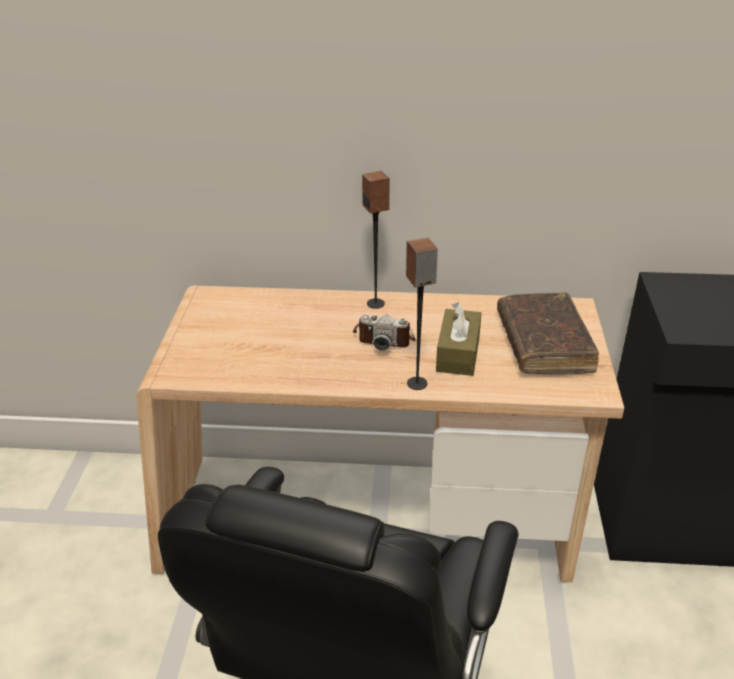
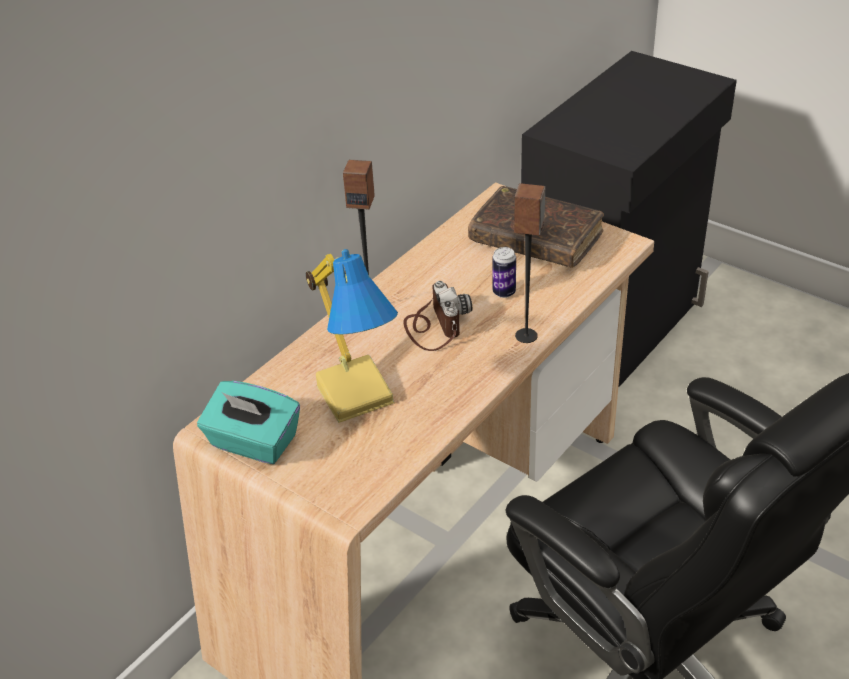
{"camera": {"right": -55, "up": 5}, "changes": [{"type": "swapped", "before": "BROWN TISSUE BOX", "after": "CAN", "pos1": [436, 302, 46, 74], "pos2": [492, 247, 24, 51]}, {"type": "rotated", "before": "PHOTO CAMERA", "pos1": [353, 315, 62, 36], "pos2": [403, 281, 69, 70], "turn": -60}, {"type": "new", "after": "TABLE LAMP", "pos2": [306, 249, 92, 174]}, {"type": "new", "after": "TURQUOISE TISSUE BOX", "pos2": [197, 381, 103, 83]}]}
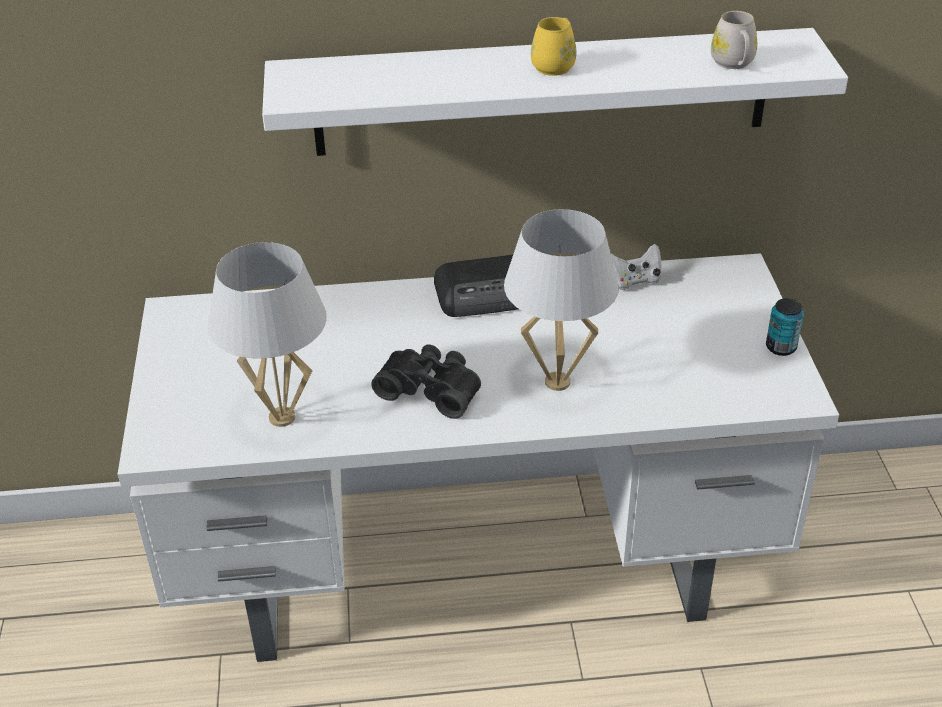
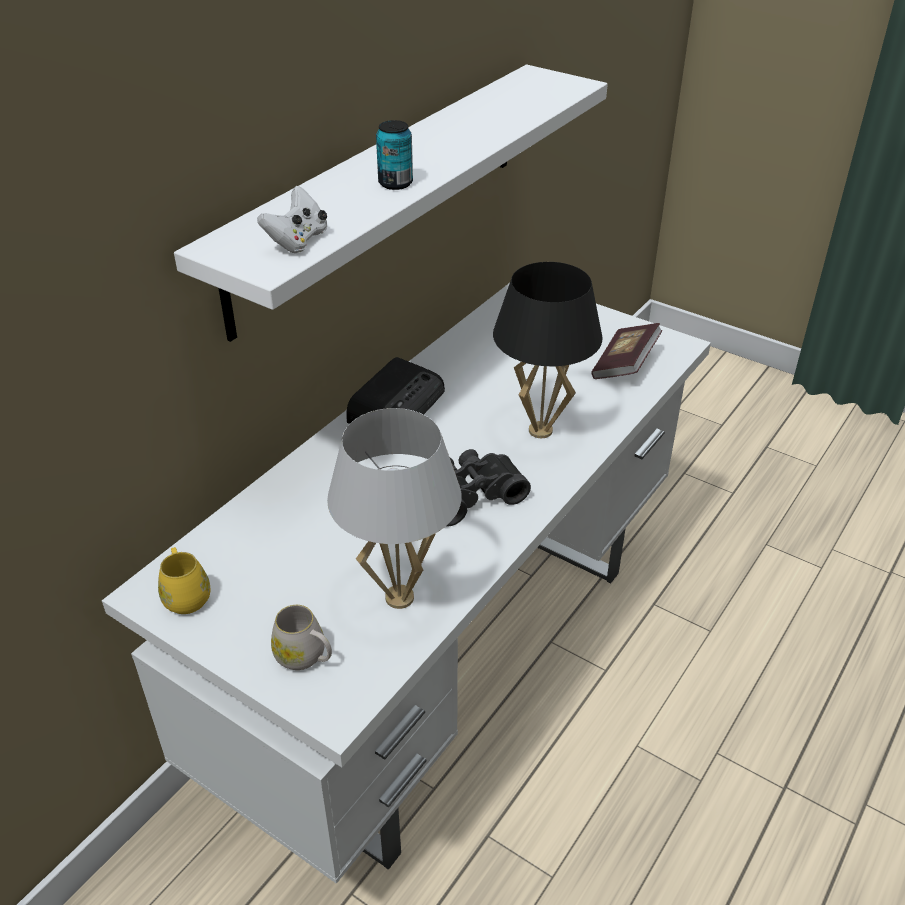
{"camera": {"right": -50, "up": 0}, "changes": [{"type": "shifted", "before": "WHITE MUG", "pos1": [711, 11, 46, 58], "pos2": [271, 605, 61, 65]}, {"type": "shifted", "before": "YELLOW MUG", "pos1": [531, 17, 45, 59], "pos2": [158, 547, 52, 67]}, {"type": "repainted", "before": "WHITE TABLE LAMP", "after": "BLACK TABLE LAMP", "pos1": [504, 209, 115, 182], "pos2": [493, 262, 110, 176]}, {"type": "shifted", "before": "WHITE GAME CONTROLLER", "pos1": [611, 244, 51, 46], "pos2": [257, 186, 70, 67]}, {"type": "shifted", "before": "CAN", "pos1": [766, 298, 38, 58], "pos2": [376, 120, 37, 70]}, {"type": "new", "after": "BOOK", "pos2": [591, 323, 71, 56]}]}
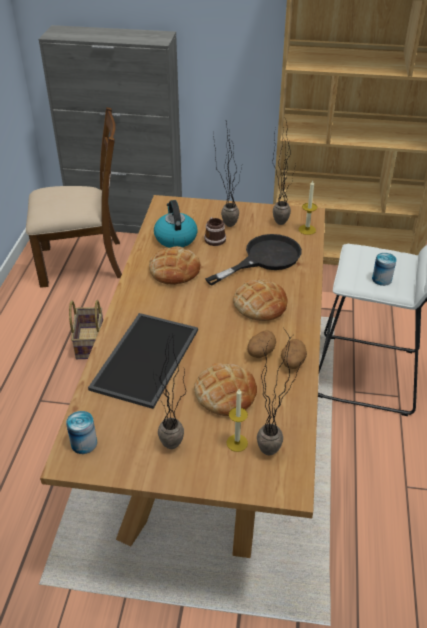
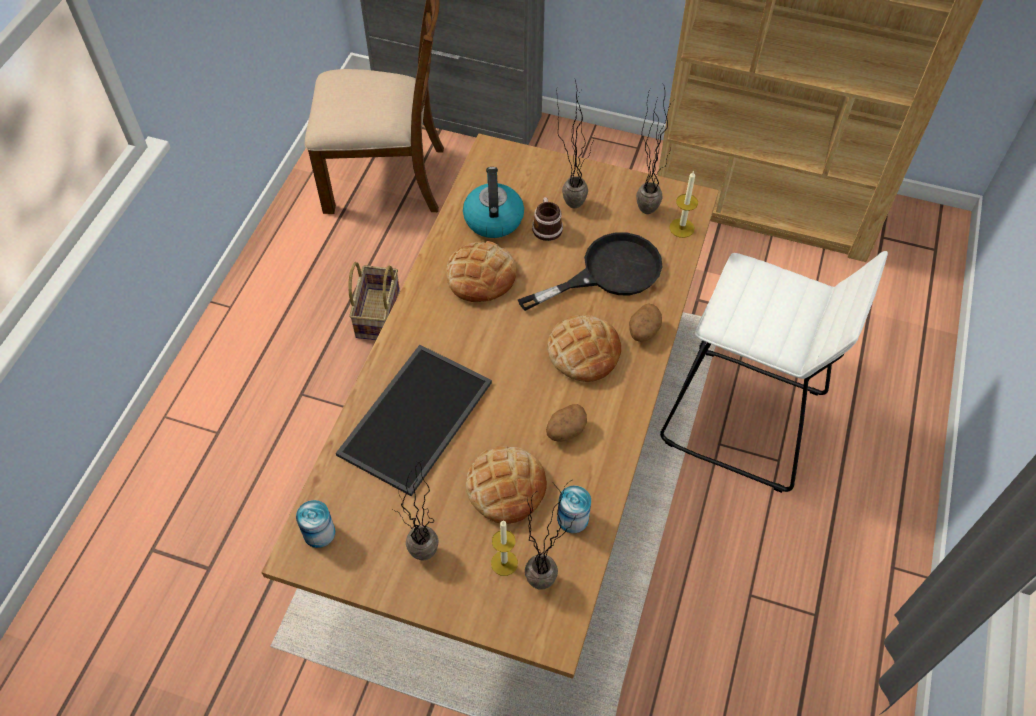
{"camera": {"right": 10, "up": 15}, "changes": [{"type": "shifted", "before": "CAN", "pos1": [372, 253, 24, 33], "pos2": [557, 486, 34, 47]}, {"type": "shifted", "before": "POTATO", "pos1": [281, 339, 26, 30], "pos2": [629, 303, 33, 39]}]}
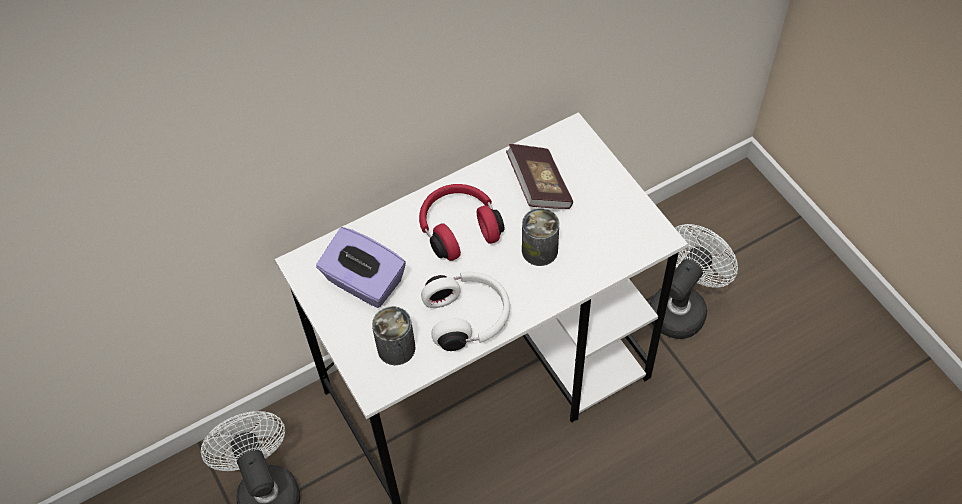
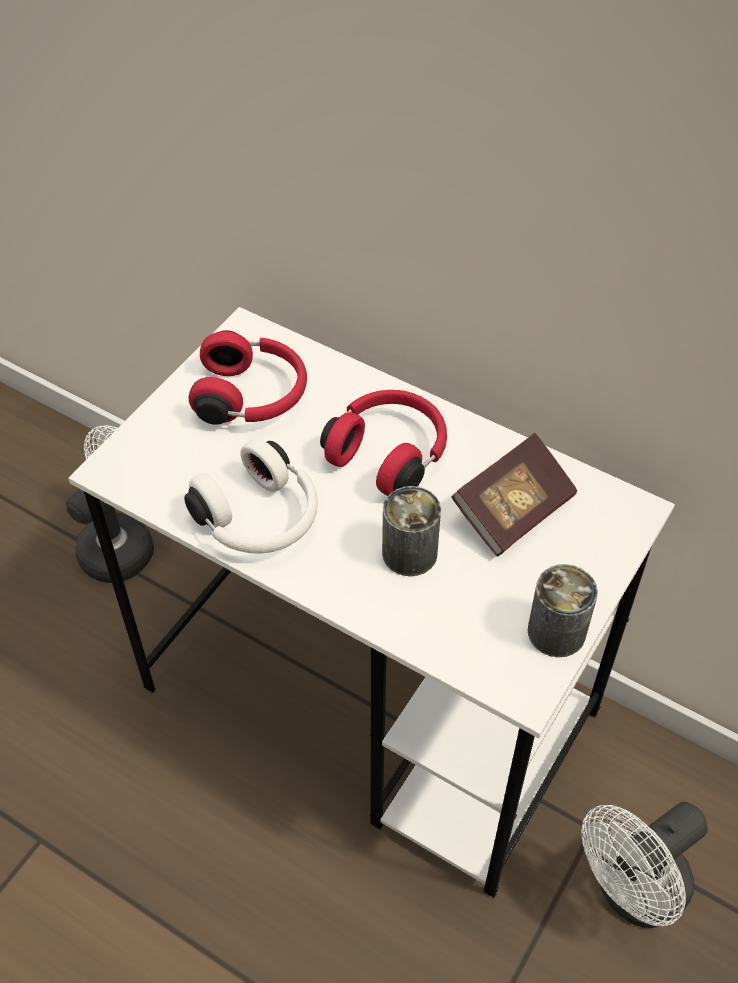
{"camera": {"right": 60, "up": -5}, "changes": [{"type": "rotated", "before": "WHITE FAN", "pos1": [649, 224, 89, 115], "pos2": [581, 802, 127, 126], "turn": 135}, {"type": "swapped", "before": "PURPLE TISSUE BOX", "after": "RED HEADPHONES", "pos1": [316, 227, 90, 81], "pos2": [189, 330, 118, 95]}, {"type": "shifted", "before": "CAN", "pos1": [372, 306, 44, 59], "pos2": [528, 564, 70, 93]}]}
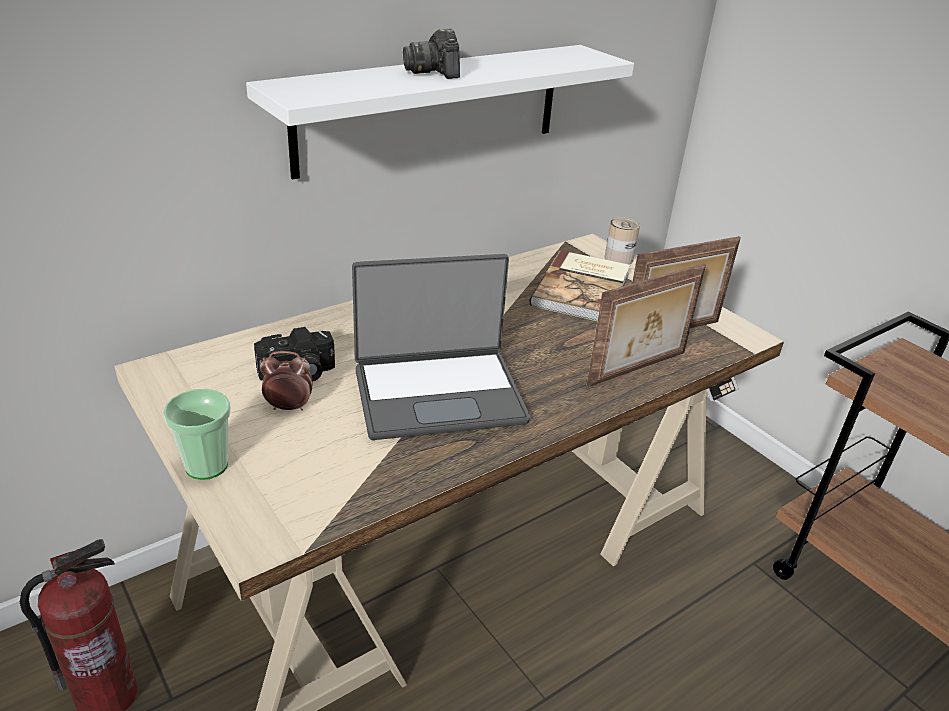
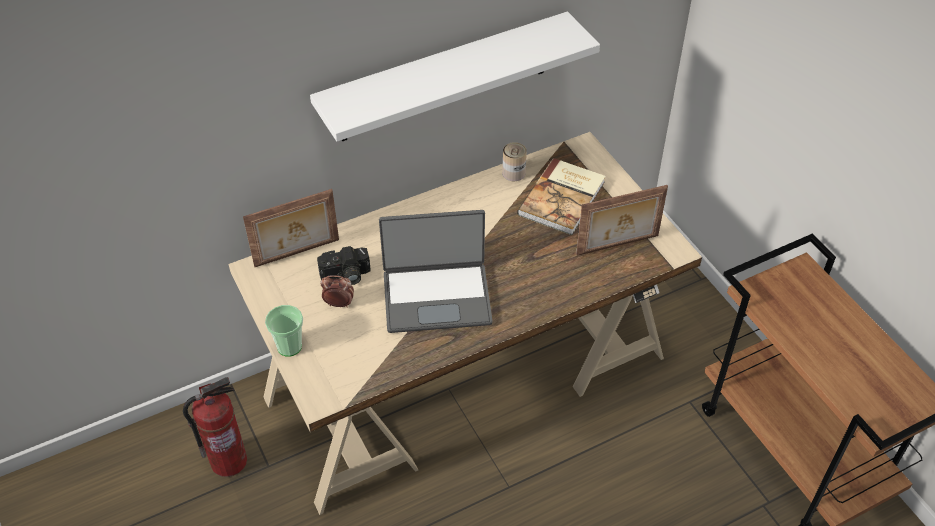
{"camera": {"right": 10, "up": 15}, "changes": [{"type": "gone", "before": "PHOTO CAMERA", "pos1": [403, 28, 57, 51]}, {"type": "shifted", "before": "CAN", "pos1": [605, 218, 35, 47], "pos2": [502, 142, 25, 39]}, {"type": "shifted", "before": "PICTURE FRAME", "pos1": [586, 263, 120, 124], "pos2": [243, 189, 96, 78]}]}
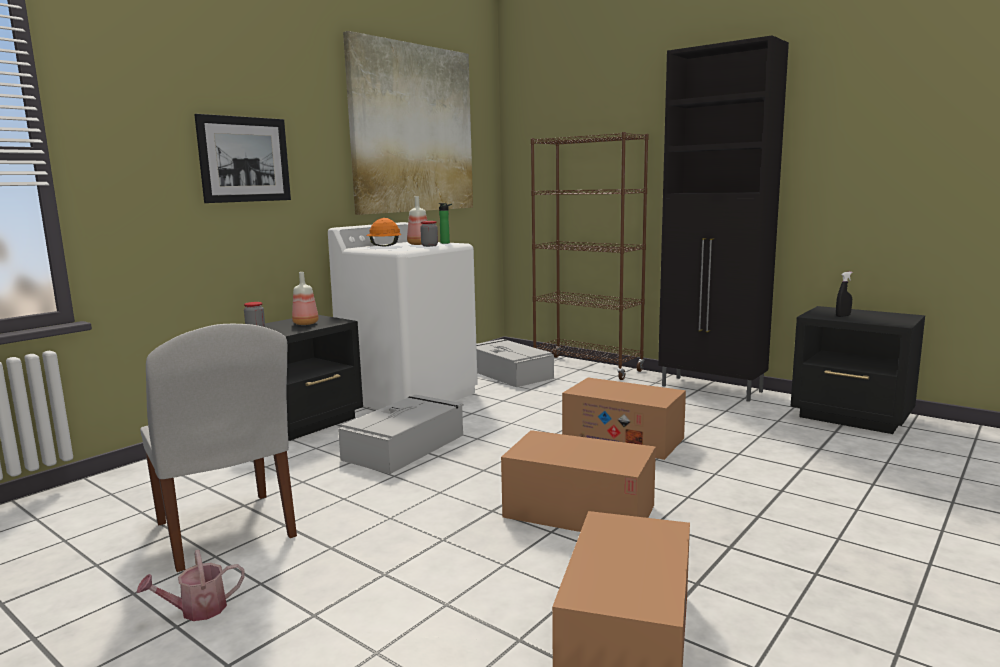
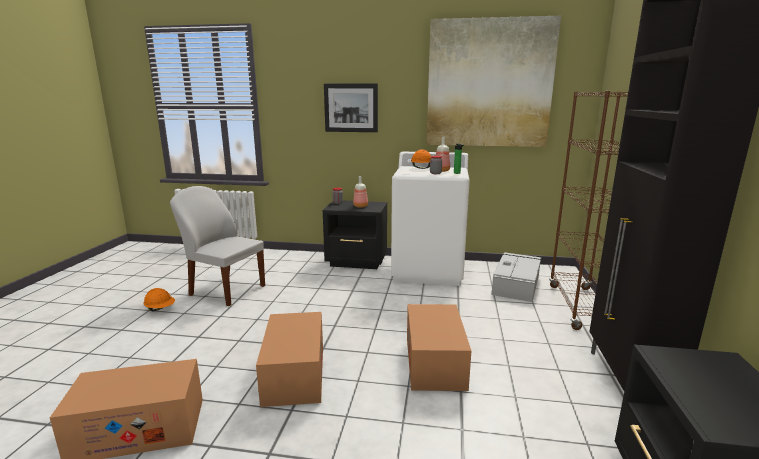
{"camera": {"right": 60, "up": 5}, "changes": [{"type": "gone", "before": "BLACK SPRAY BOTTLE", "pos1": [836, 272, 17, 45]}, {"type": "rotated", "before": "WHITE CHAIR", "pos1": [140, 324, 157, 248], "pos2": [170, 186, 95, 120], "turn": 90}, {"type": "gone", "before": "GREY STORAGE BOX", "pos1": [338, 395, 125, 79]}, {"type": "swapped", "before": "WATERING CAN", "after": "ORANGE HARD HAT", "pos1": [137, 550, 108, 71], "pos2": [143, 288, 32, 23]}]}
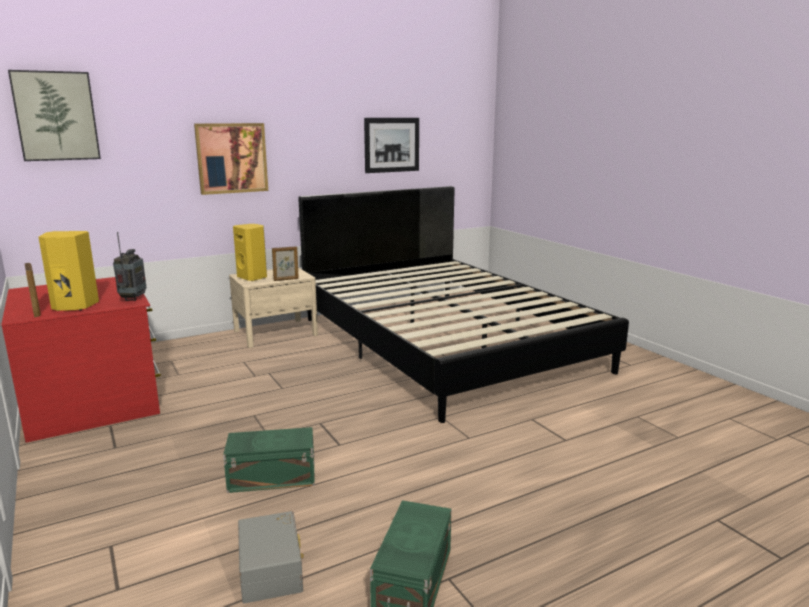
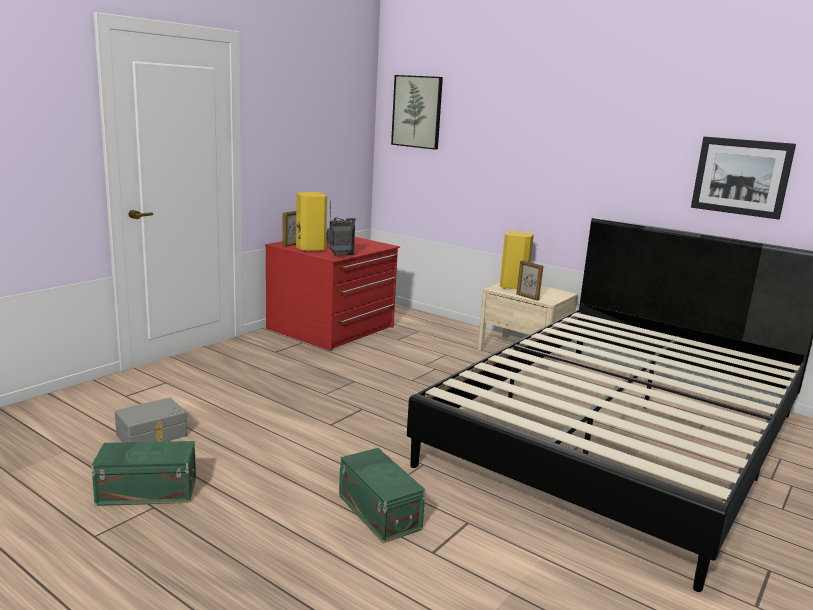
{"camera": {"right": 65, "up": 0}, "changes": [{"type": "gone", "before": "PICTURE", "pos1": [194, 123, 74, 72]}, {"type": "shifted", "before": "GREEN STORAGE BOX", "pos1": [223, 427, 92, 66], "pos2": [339, 448, 87, 95]}]}
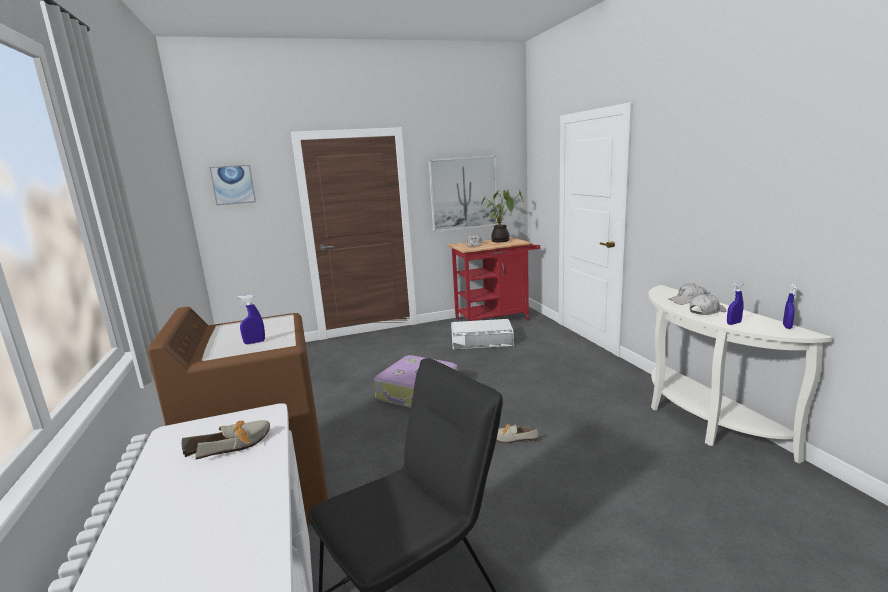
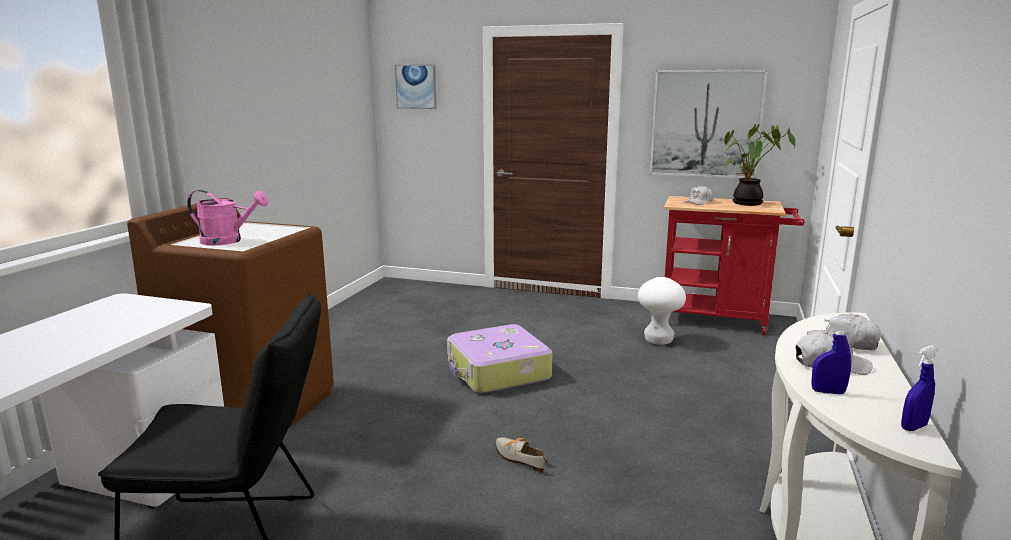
{"camera": {"right": 35, "up": 0}, "changes": [{"type": "swapped", "before": "BLUE SPRAY BOTTLE", "after": "PINK WATERING CAN", "pos1": [237, 294, 28, 50], "pos2": [187, 190, 81, 55]}, {"type": "swapped", "before": "WHITE STORAGE BOX", "after": "WHITE STOOL", "pos1": [451, 319, 63, 30], "pos2": [638, 277, 48, 68]}, {"type": "gone", "before": "SHOE", "pos1": [182, 420, 88, 40]}]}
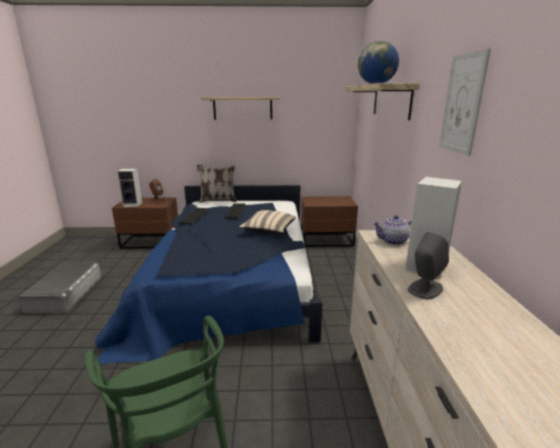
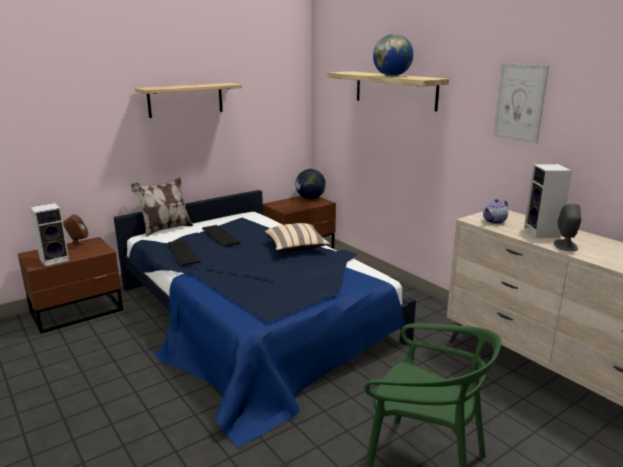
{"camera": {"right": -35, "up": 0}, "changes": [{"type": "gone", "before": "GREY STORAGE BOX", "pos1": [18, 262, 84, 51]}, {"type": "new", "after": "GLOBE", "pos2": [295, 169, 31, 30]}]}
